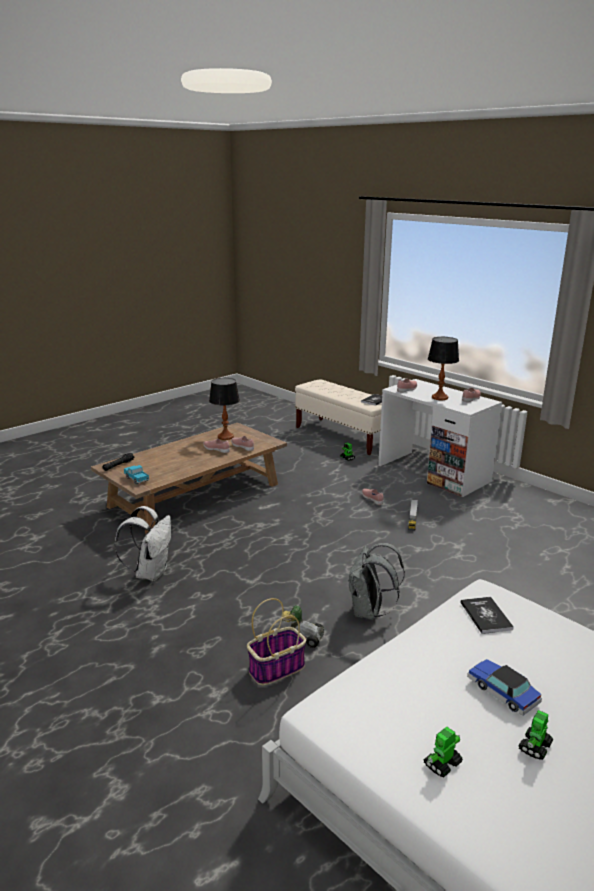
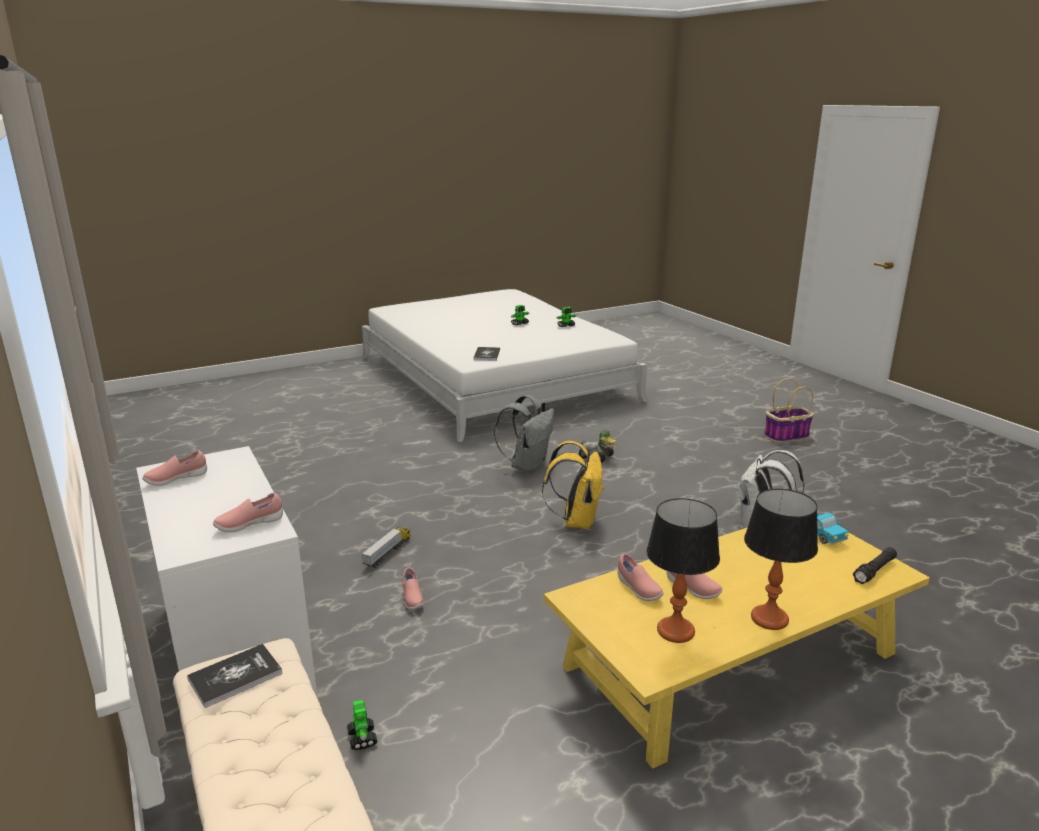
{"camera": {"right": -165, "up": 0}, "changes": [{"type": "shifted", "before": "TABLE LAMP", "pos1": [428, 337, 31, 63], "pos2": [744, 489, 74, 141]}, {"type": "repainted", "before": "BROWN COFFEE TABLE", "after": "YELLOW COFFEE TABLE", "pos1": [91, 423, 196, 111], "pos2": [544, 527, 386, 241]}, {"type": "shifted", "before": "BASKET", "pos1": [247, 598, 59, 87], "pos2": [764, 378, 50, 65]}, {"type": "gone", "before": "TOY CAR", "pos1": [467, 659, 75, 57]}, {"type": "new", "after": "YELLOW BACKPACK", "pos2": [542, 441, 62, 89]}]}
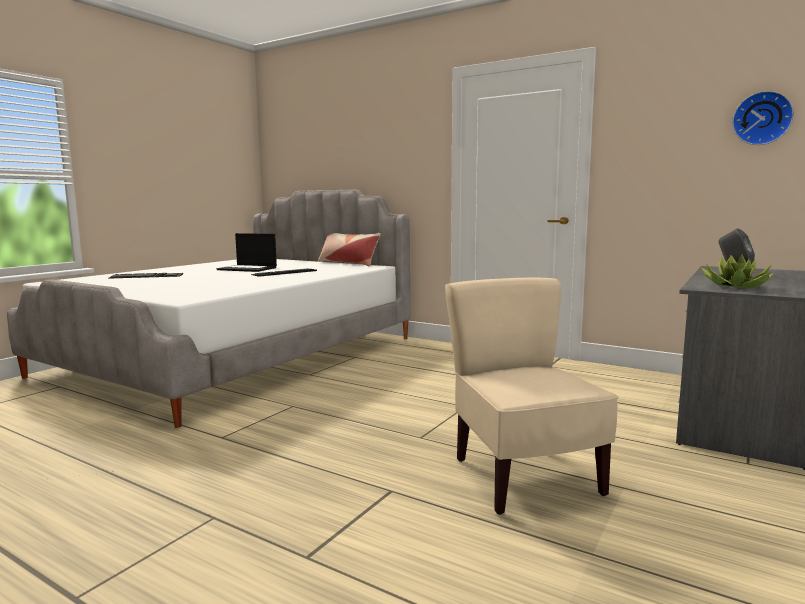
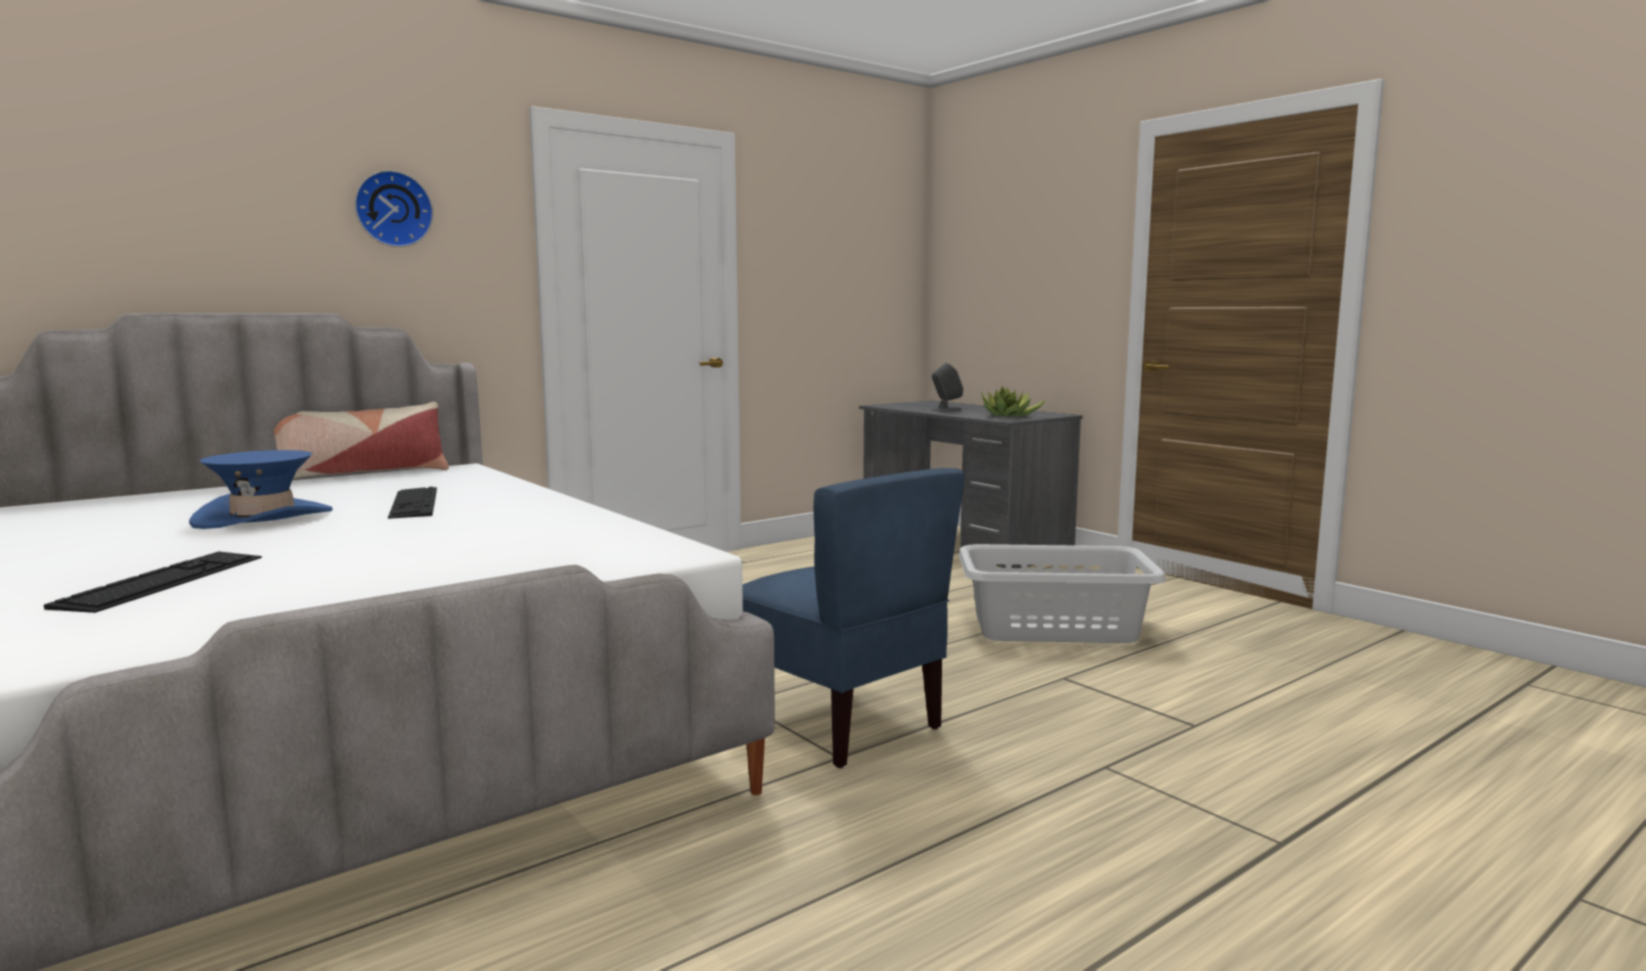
{"camera": {"right": -70, "up": 0}, "changes": [{"type": "shifted", "before": "WALL CLOCK", "pos1": [732, 91, 62, 54], "pos2": [354, 170, 79, 77]}, {"type": "swapped", "before": "LAPTOP", "after": "BLUE HAT", "pos1": [217, 233, 60, 39], "pos2": [189, 450, 144, 79]}, {"type": "swapped", "before": "BEIGE CHAIR", "after": "GREY LAUNDRY BASKET", "pos1": [445, 277, 173, 238], "pos2": [959, 544, 207, 99]}, {"type": "new", "after": "BLUE CHAIR", "pos2": [743, 468, 222, 300]}]}
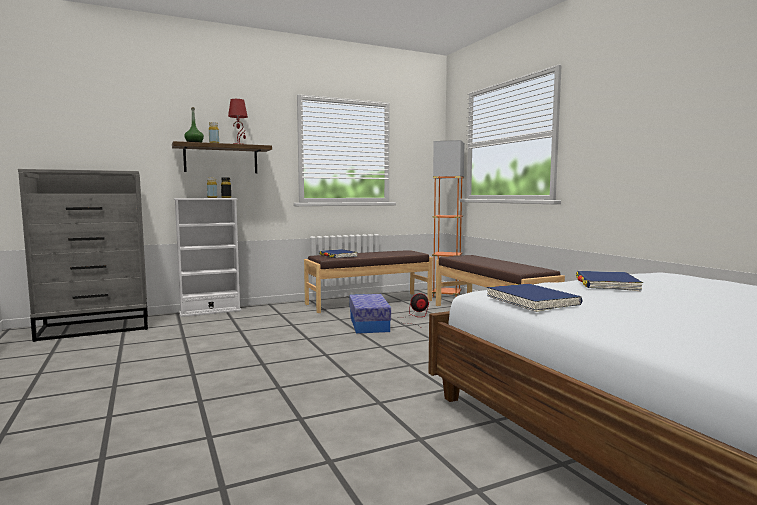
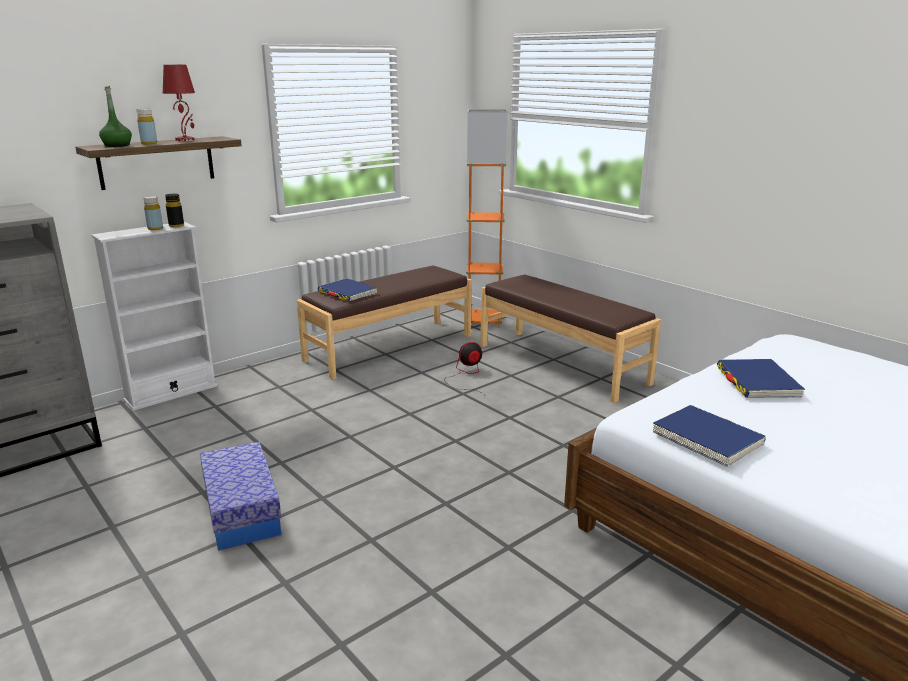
{"camera": {"right": -15, "up": 15}, "changes": [{"type": "shifted", "before": "STORAGE BOX", "pos1": [349, 294, 42, 40], "pos2": [200, 442, 81, 109]}]}
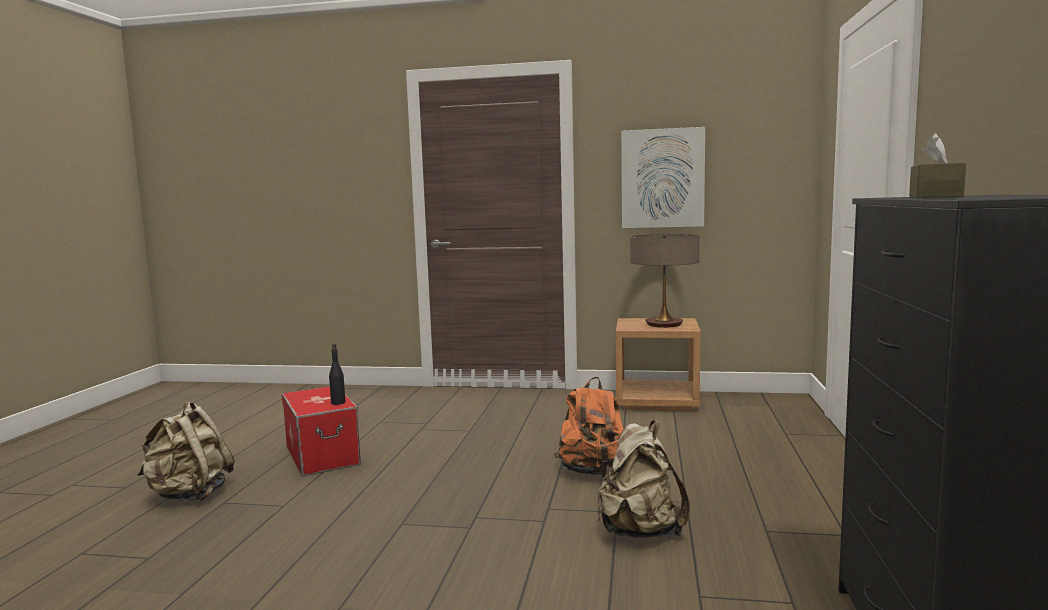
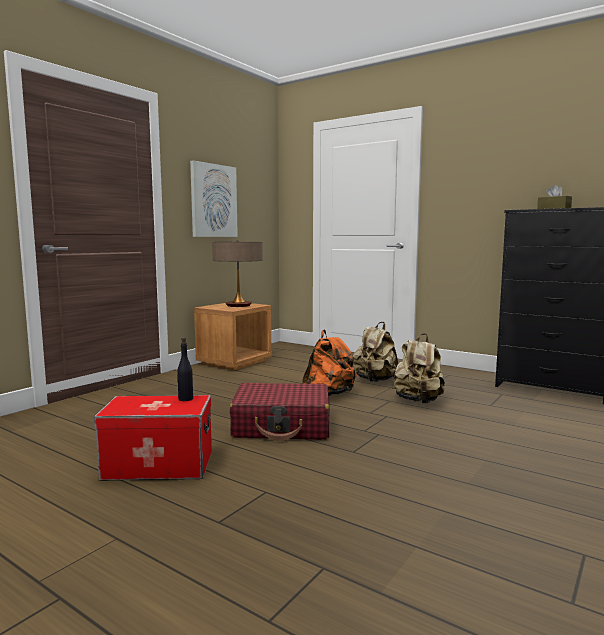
{"camera": {"right": -65, "up": 0}, "changes": [{"type": "shifted", "before": "BEIGE BACKPACK", "pos1": [137, 401, 98, 102], "pos2": [353, 322, 45, 60]}, {"type": "new", "after": "RED SUITCASE", "pos2": [229, 383, 101, 58]}]}
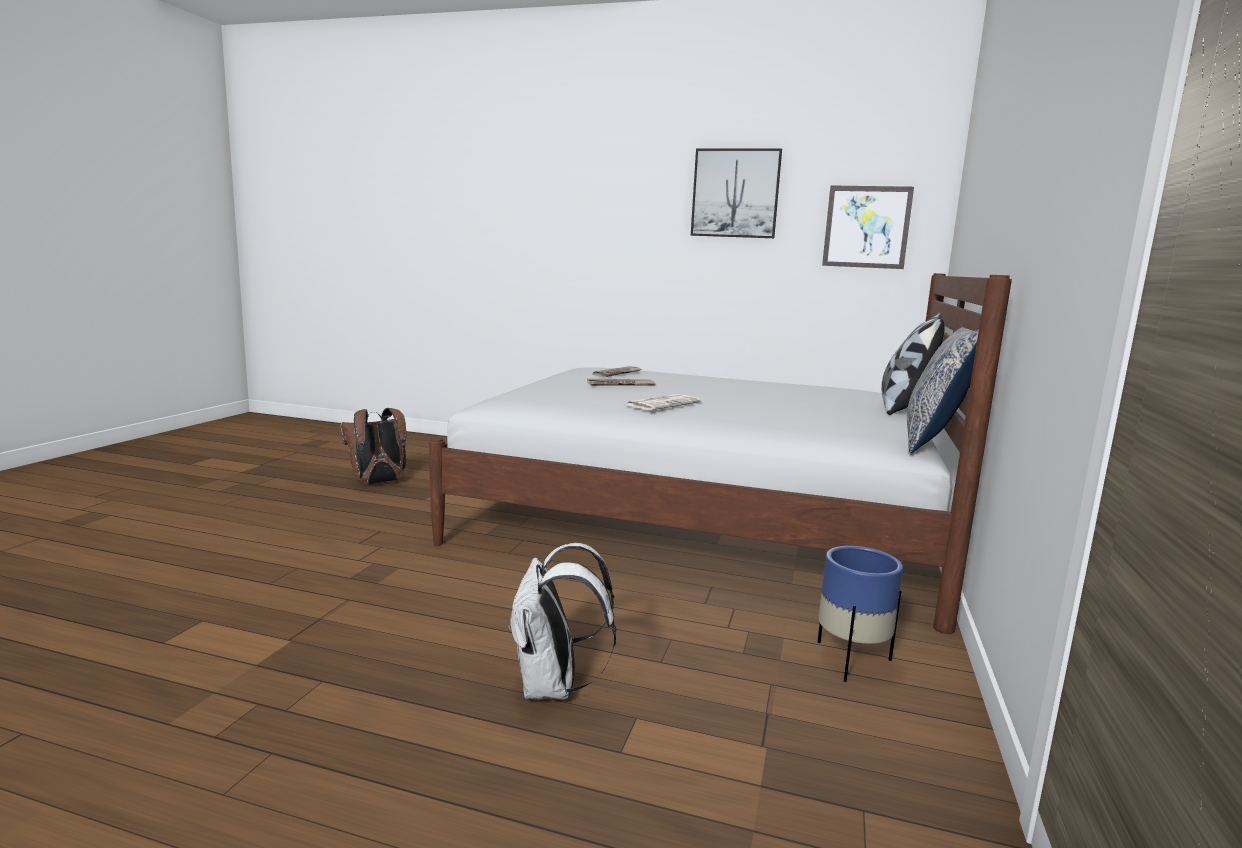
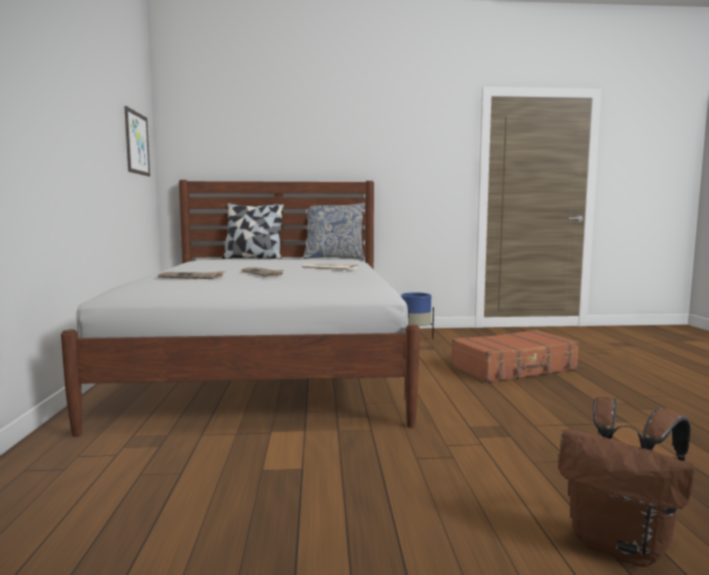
{"camera": {"right": -110, "up": -5}, "changes": [{"type": "gone", "before": "PICTURE", "pos1": [691, 148, 91, 90]}, {"type": "shifted", "before": "BROWN BACKPACK", "pos1": [341, 408, 65, 77], "pos2": [558, 396, 137, 171]}, {"type": "swapped", "before": "WHITE BACKPACK", "after": "BROWN SUITCASE", "pos1": [508, 543, 108, 157], "pos2": [451, 330, 128, 53]}]}
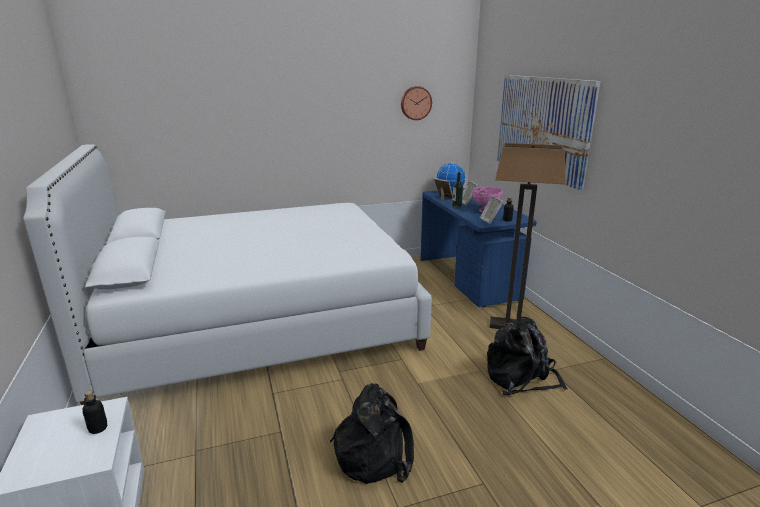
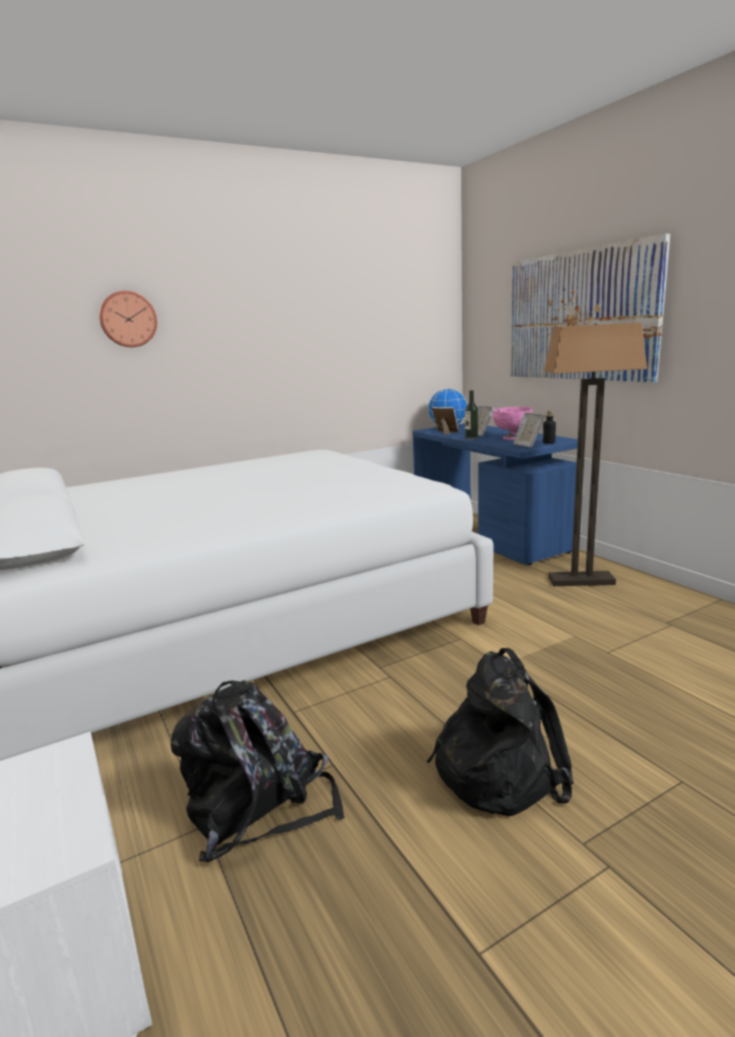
{"camera": {"right": -10, "up": -5}, "changes": [{"type": "shifted", "before": "WALL CLOCK", "pos1": [401, 86, 31, 34], "pos2": [99, 291, 58, 56]}, {"type": "shifted", "before": "BLACK BACKPACK", "pos1": [487, 317, 81, 78], "pos2": [171, 681, 174, 181]}, {"type": "gone", "before": "BOTTLE", "pos1": [83, 390, 24, 44]}]}
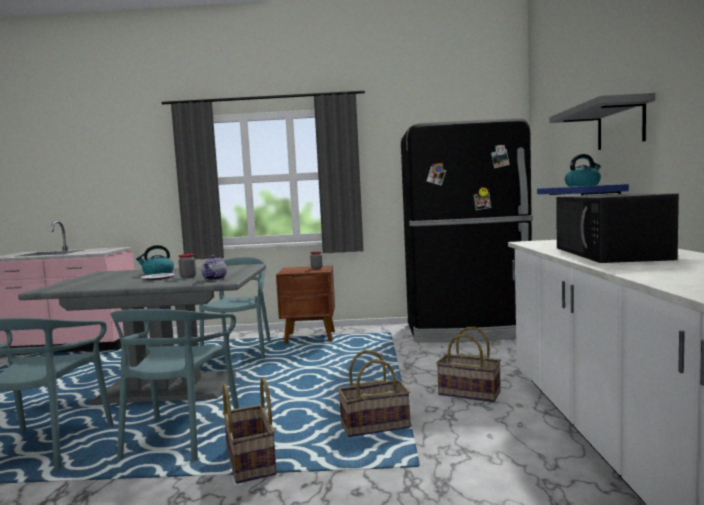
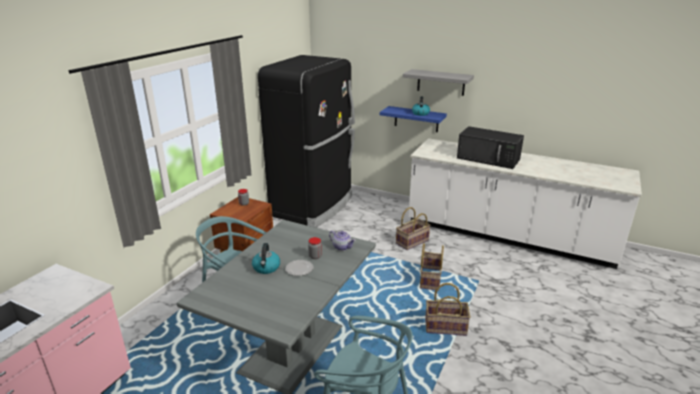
{"camera": {"right": -65, "up": 20}, "changes": [{"type": "gone", "before": "TURQUOISE CHAIR", "pos1": [111, 309, 128, 152]}]}
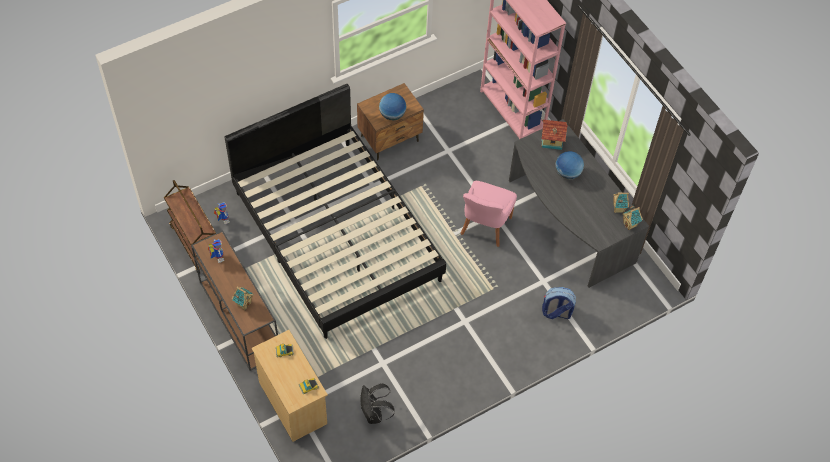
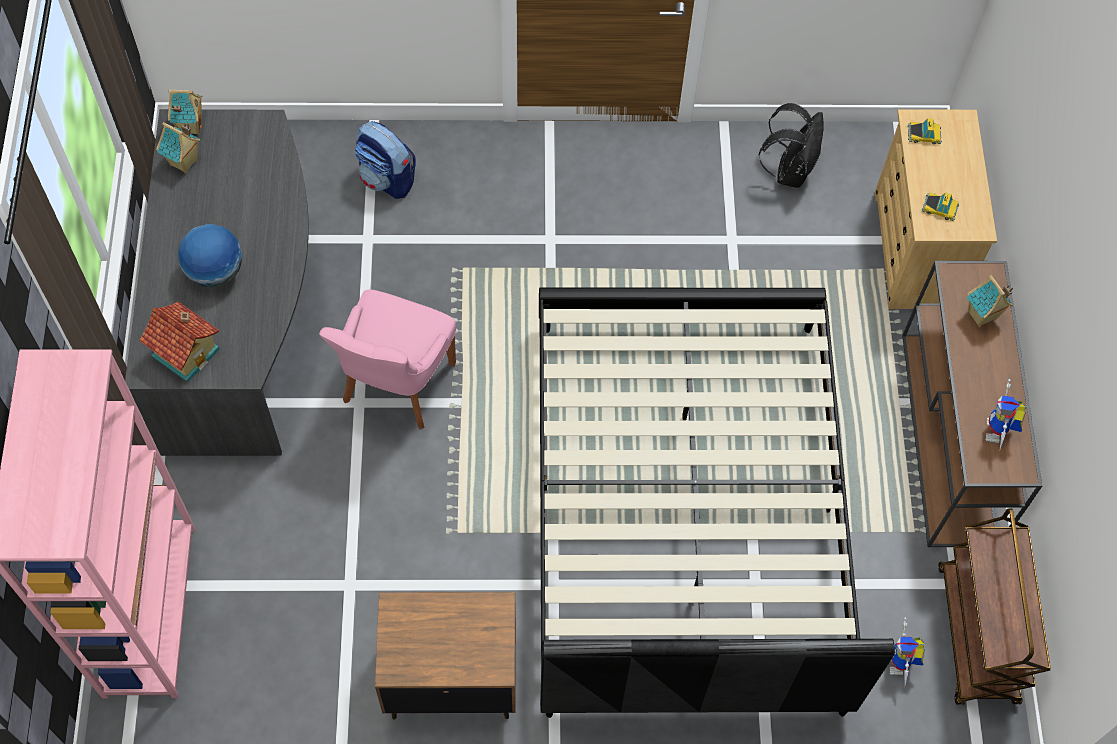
{"camera": {"right": -150, "up": 5}, "changes": [{"type": "gone", "before": "GLOBE", "pos1": [379, 93, 27, 27]}, {"type": "rotated", "before": "PINK CHAIR", "pos1": [461, 181, 56, 66], "pos2": [319, 289, 137, 140], "turn": 150}]}
